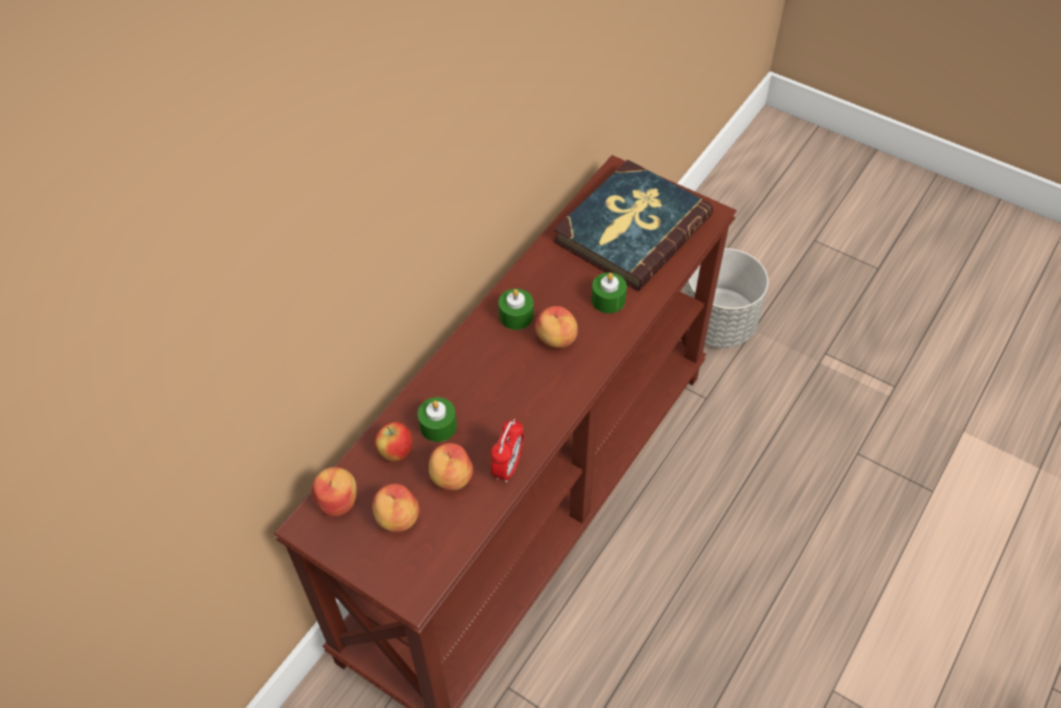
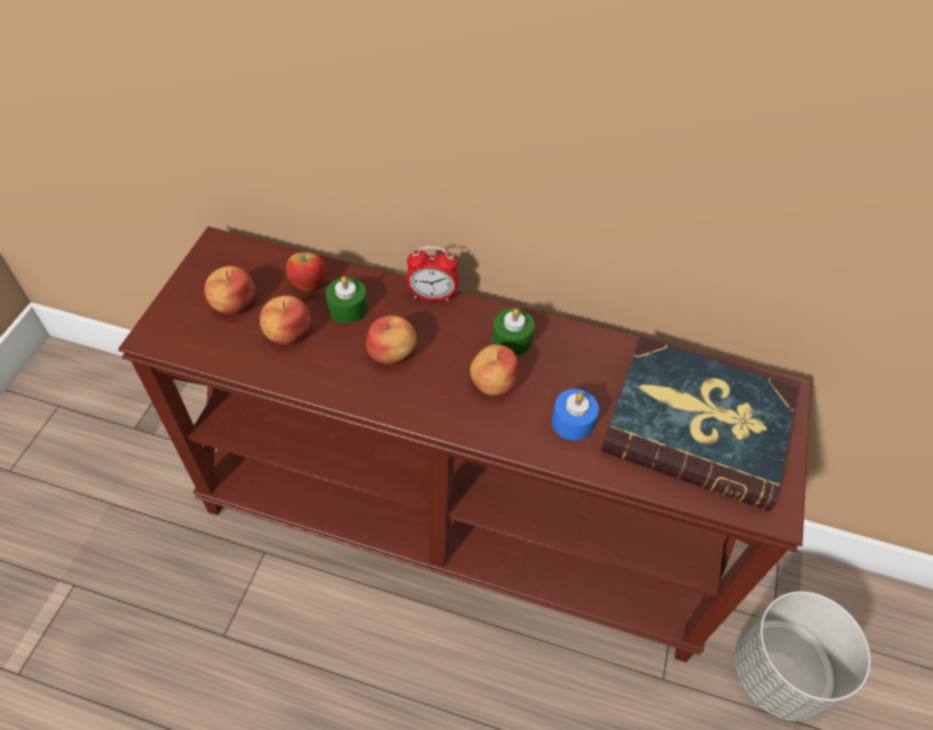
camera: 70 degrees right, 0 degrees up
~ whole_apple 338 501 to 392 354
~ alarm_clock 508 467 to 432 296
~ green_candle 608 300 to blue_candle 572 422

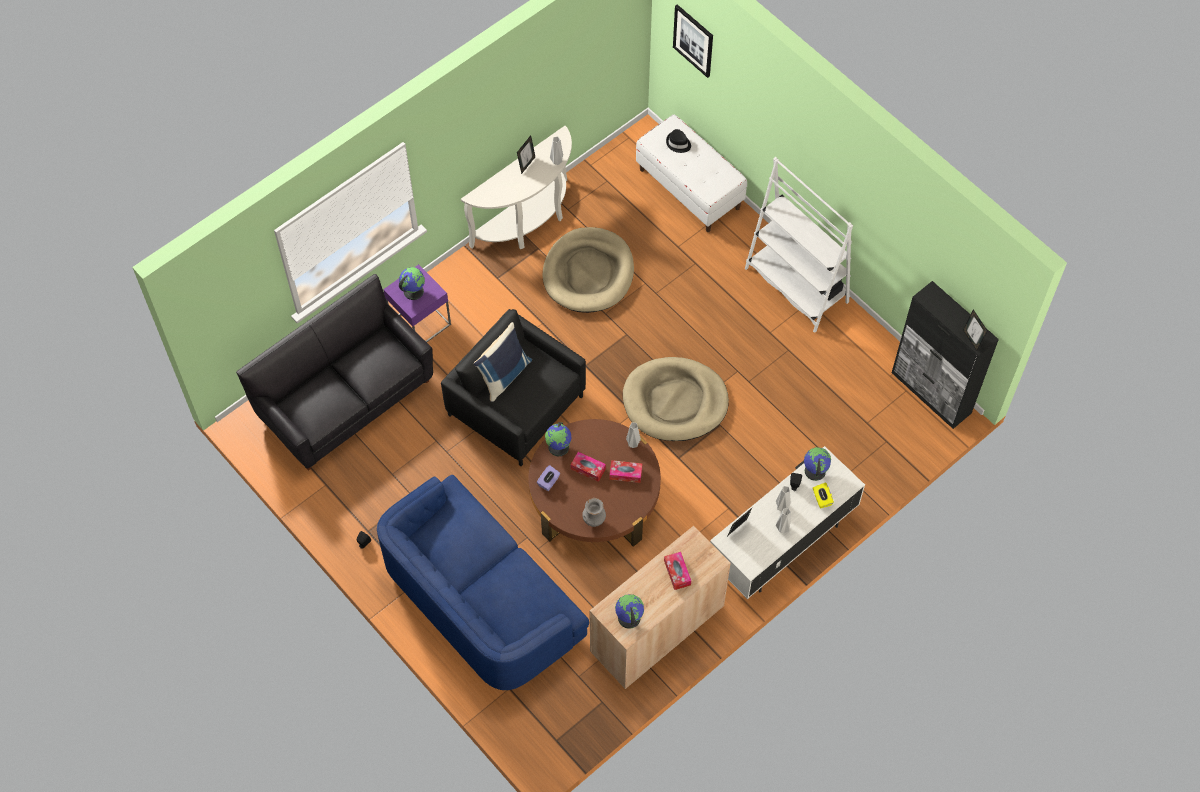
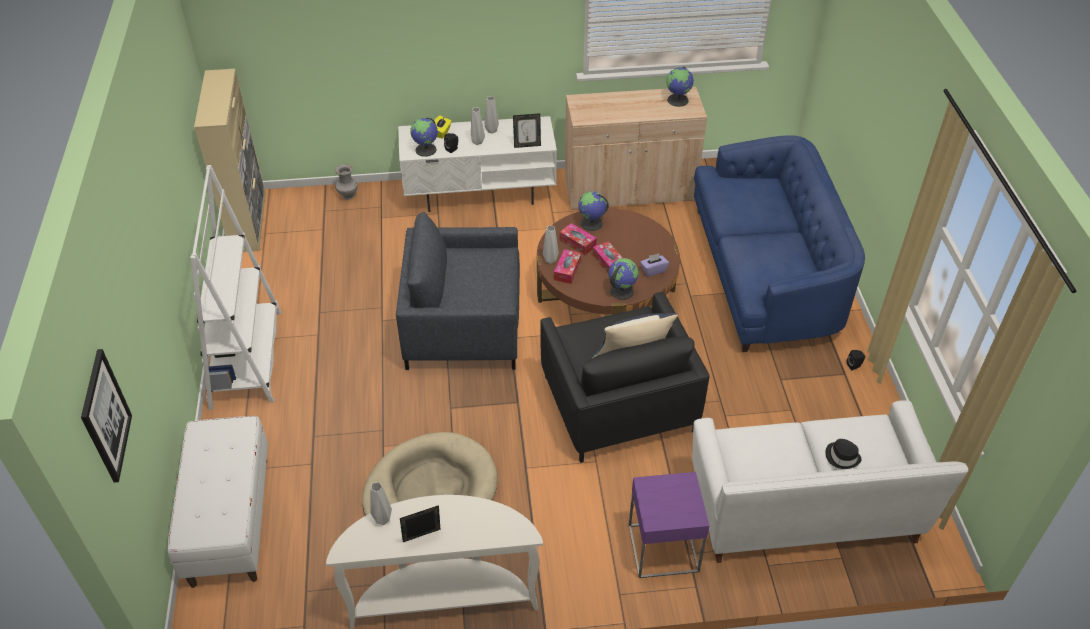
camera: 145 degrees left, 15 degrees down
- picture_frame 971 339
~ globe 413 291 to 591 224
~ gray_decorative_vase 594 521 to 348 196
~ box_of_tissues 677 573 to 567 270
~ black_hat 678 143 to 842 457
~ beige_dog_bed 675 402 to gray_armchair 463 326
~ black_settee 346 400 to white_settee 803 509
~ black_storage_cabinet 931 393 to beige_storage_cabinet 248 221

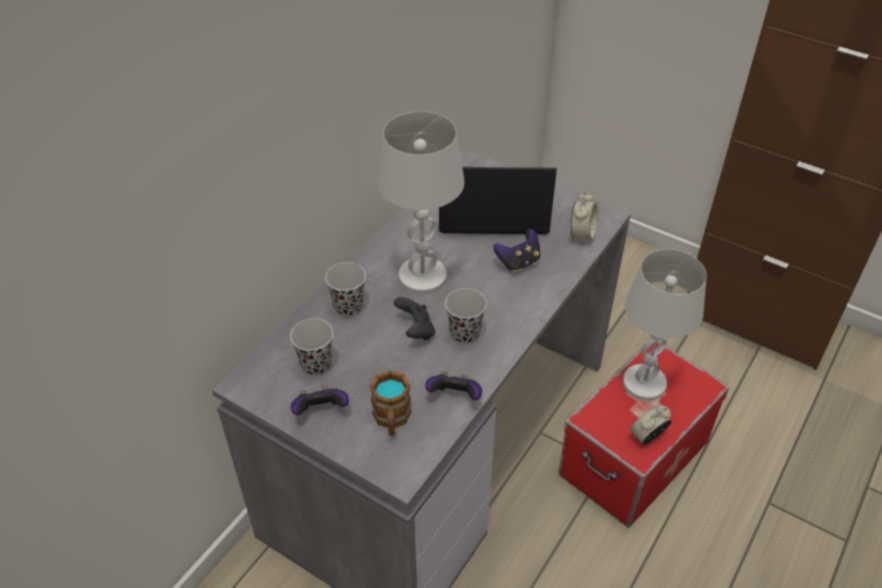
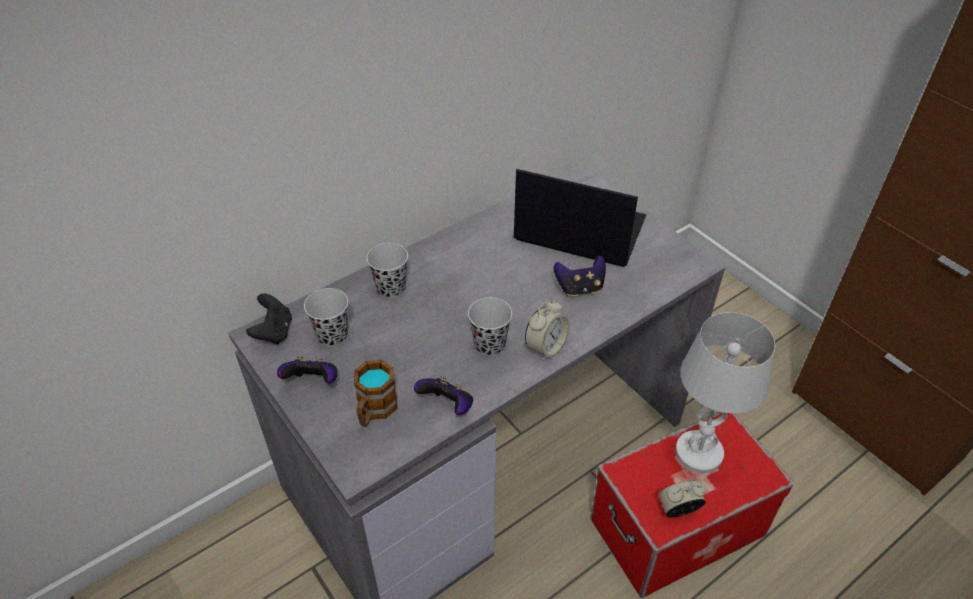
camera: 20 degrees right, 0 degrees up
- white_tabletop_lamp 422 277
~ black_joypad 416 330 to 274 332
~ alarm_clock 582 235 to 546 347

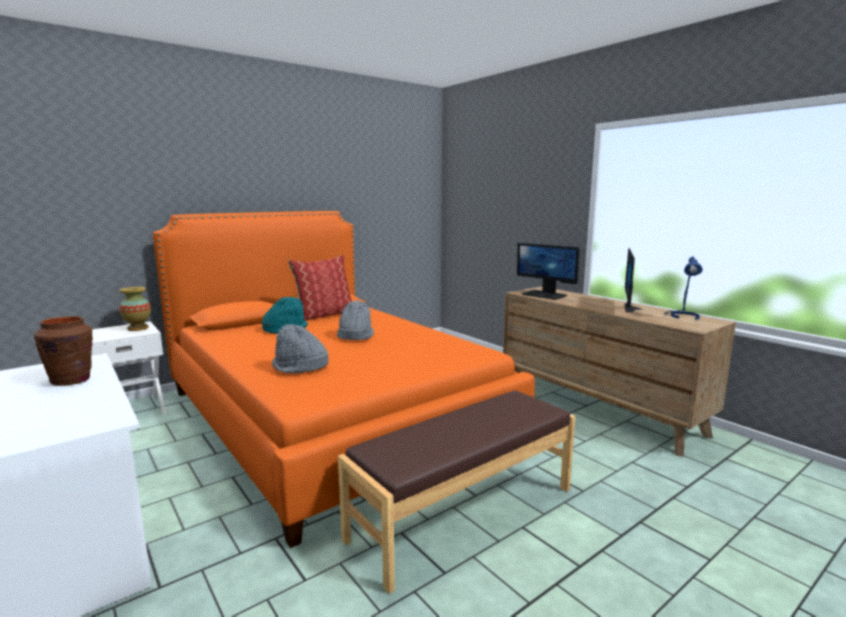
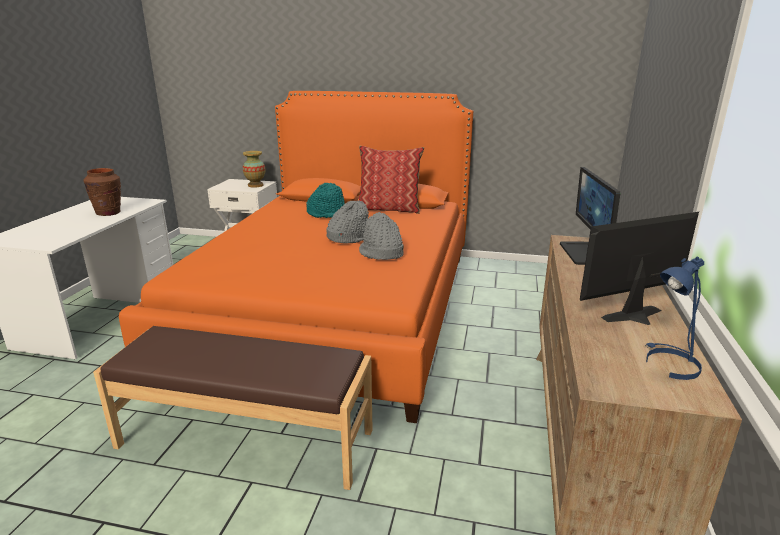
camera: 50 degrees right, 10 degrees up
~ gray_hat 300 367 to 381 253

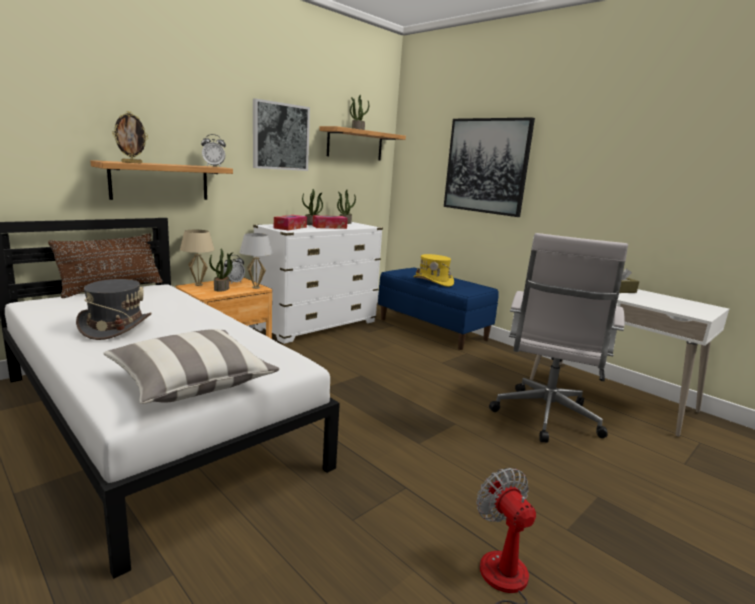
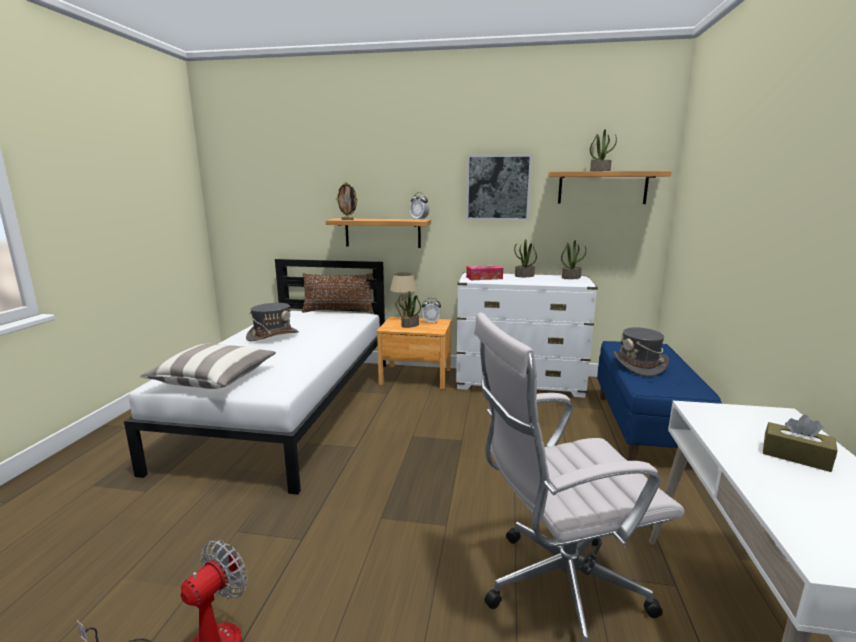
camera: 55 degrees right, 0 degrees up
- white_tabletop_lamp 256 287
- box_of_tissues 329 227
- wall_art 486 166
~ yellowish_hat 433 281 to gray_hat 639 365

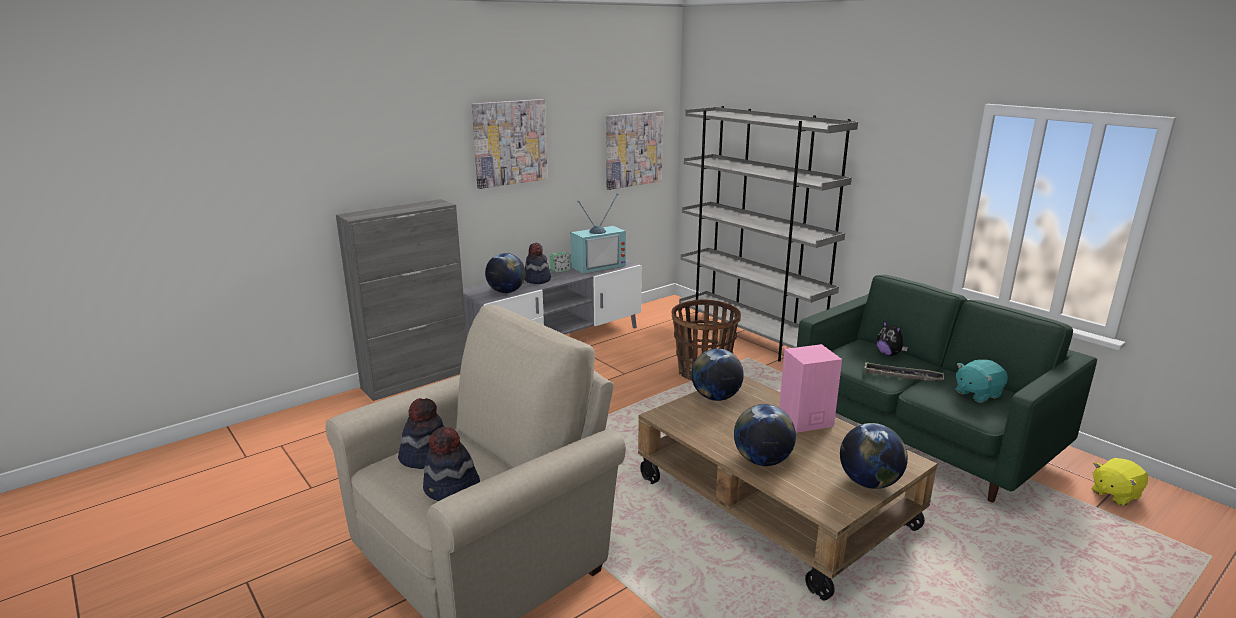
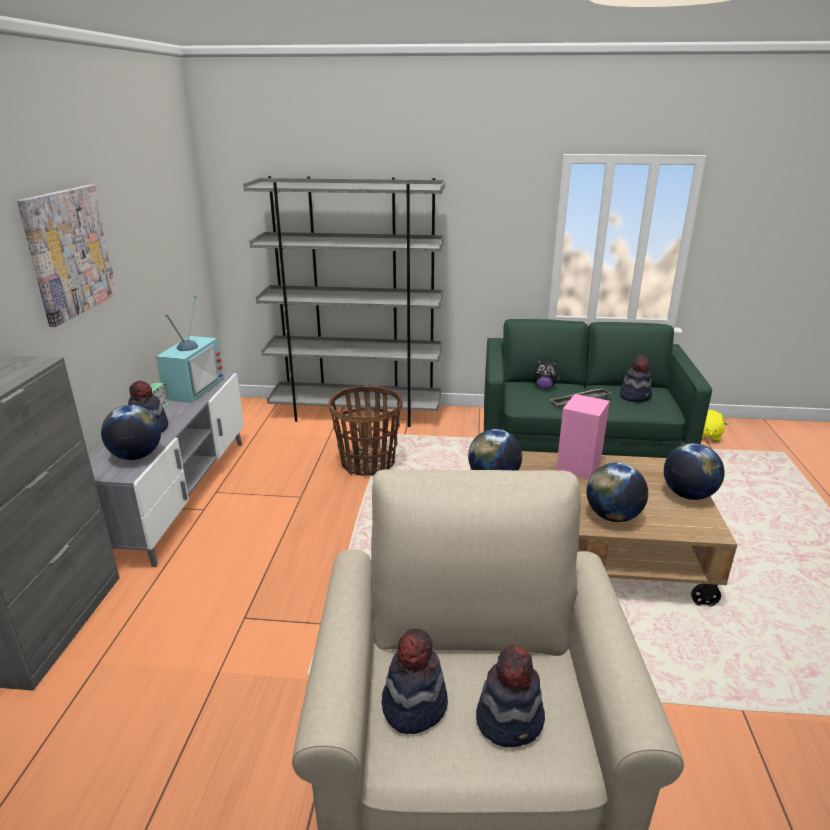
camera: 45 degrees left, 5 degrees up
- wall_art 633 149
~ turquoise_soft_toy 977 394 to hat 635 396

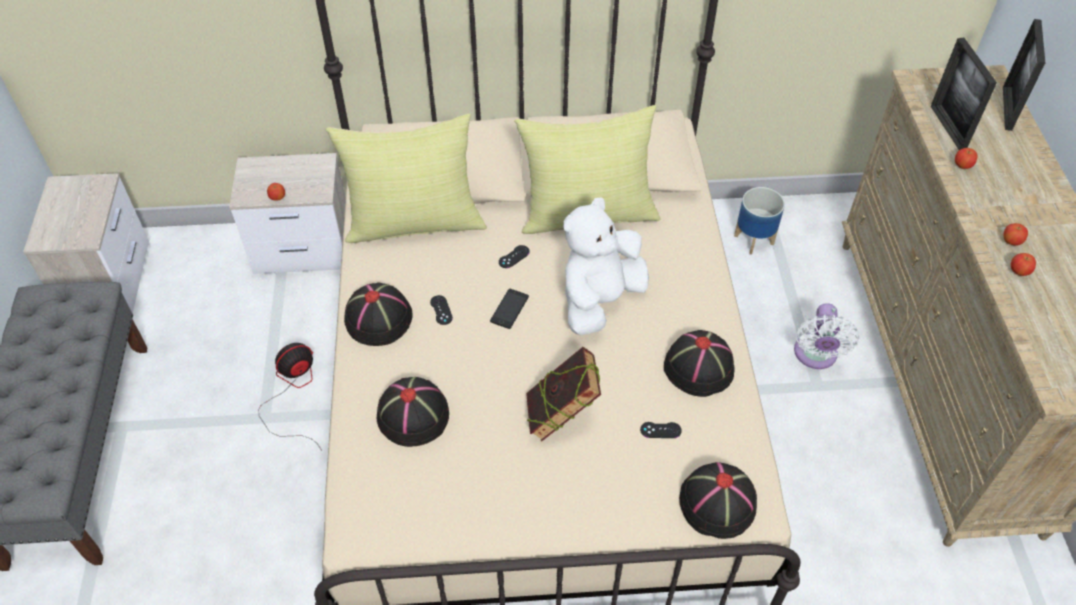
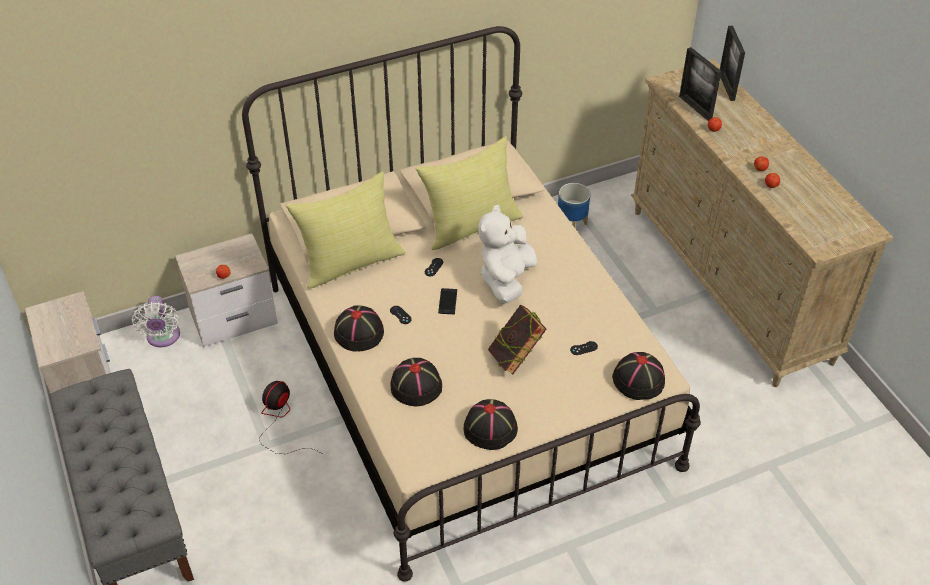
camera: 20 degrees left, 5 degrees down
~ black_hat 699 368 to 490 428
~ white_cooling_fan 815 356 to 163 338

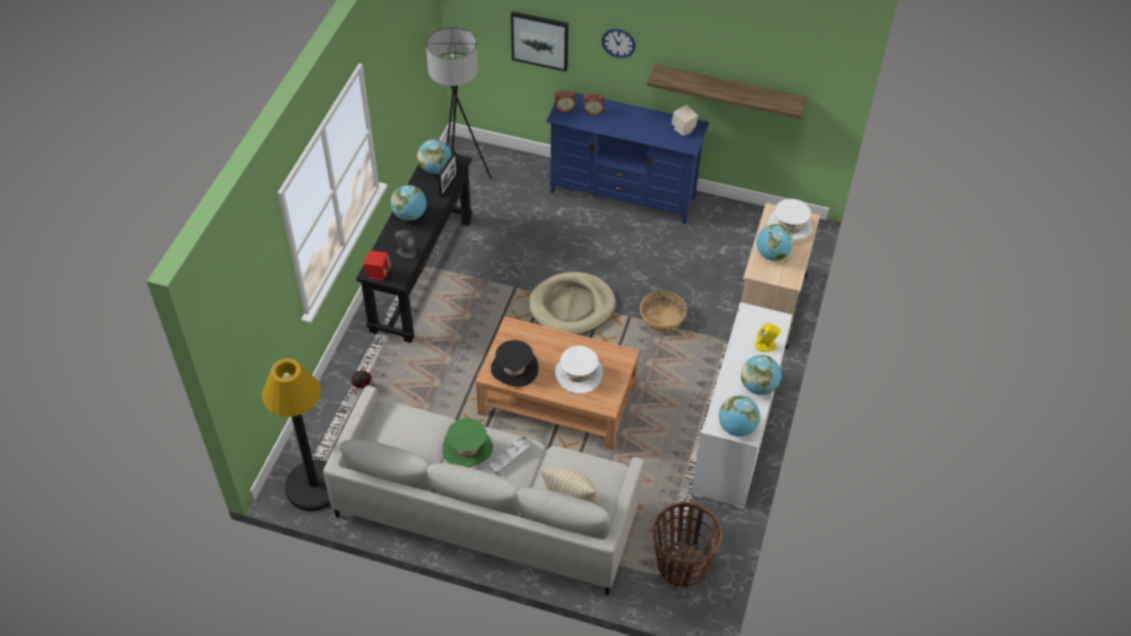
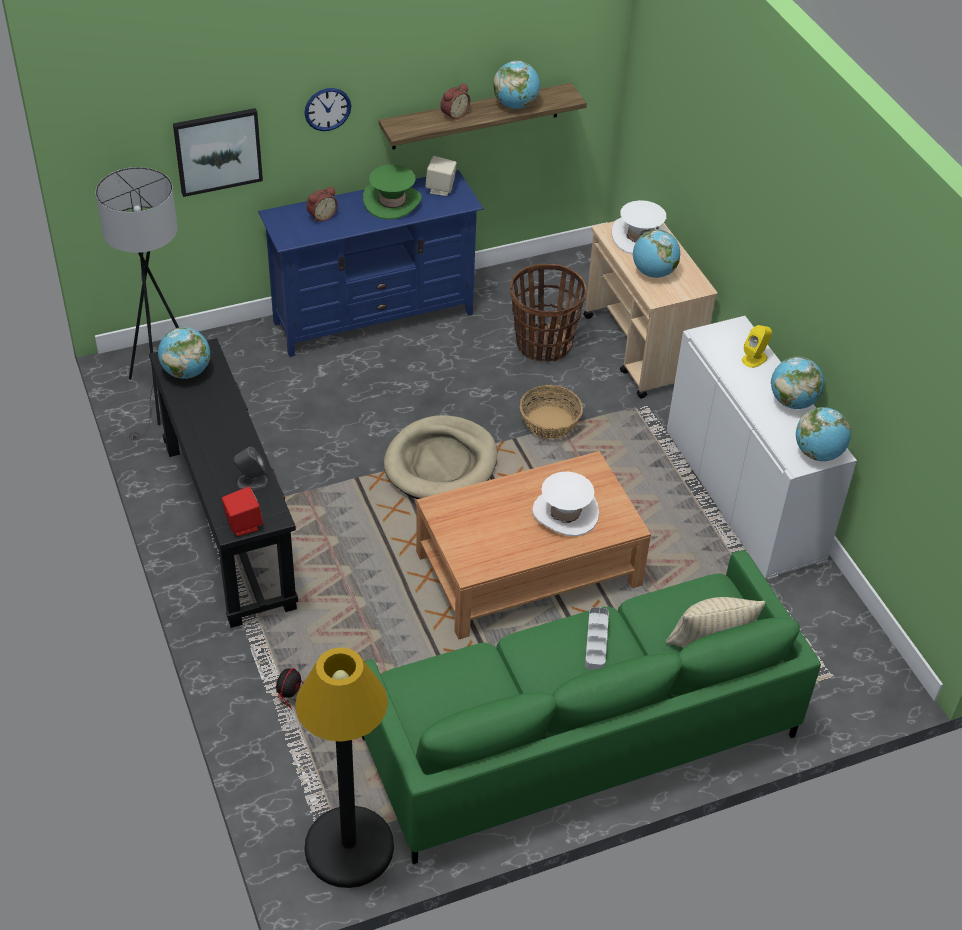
camera: 40 degrees left, 5 degrees down
- picture_frame 448 185
- black_hat 514 369
~ globe 410 215 to 515 105
~ green_hat 467 448 to 392 202
~ alarm_clock 565 108 to 453 114
~ basket 681 565 to 543 344
~ gray_settee 487 510 to green_settee 579 736

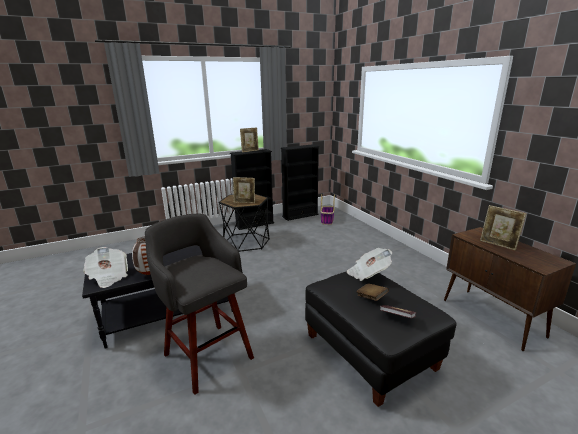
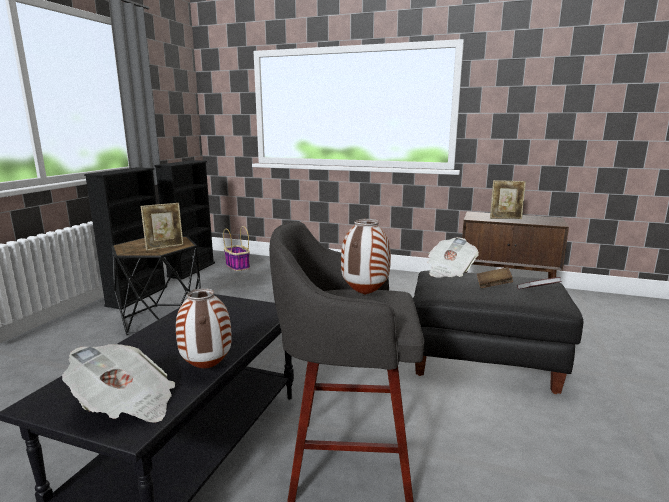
camera: 45 degrees left, 5 degrees down
- picture_frame 250 151
+ decorative_vase 365 295

